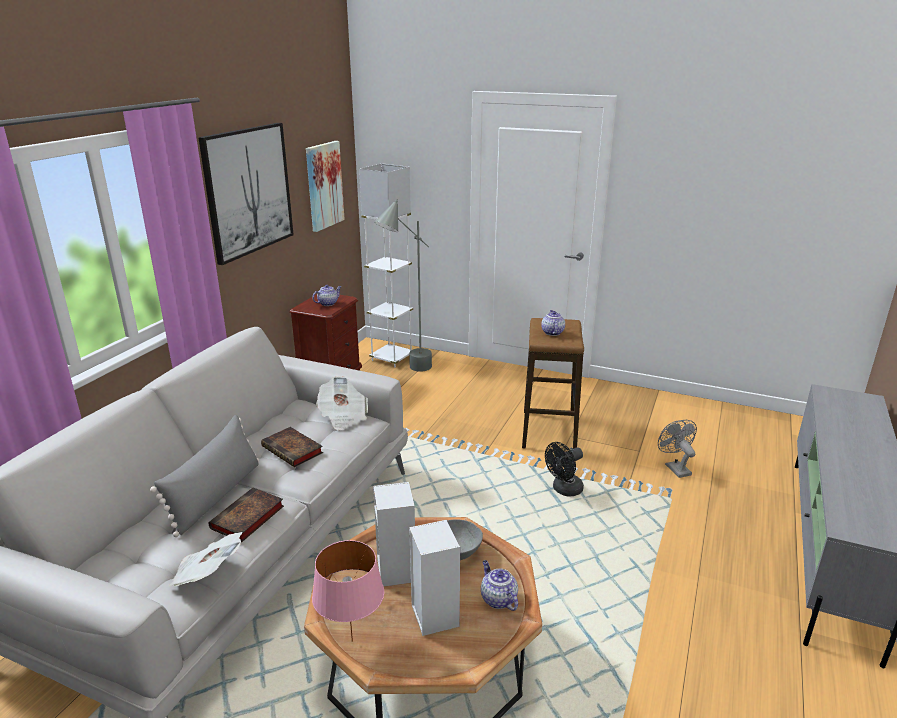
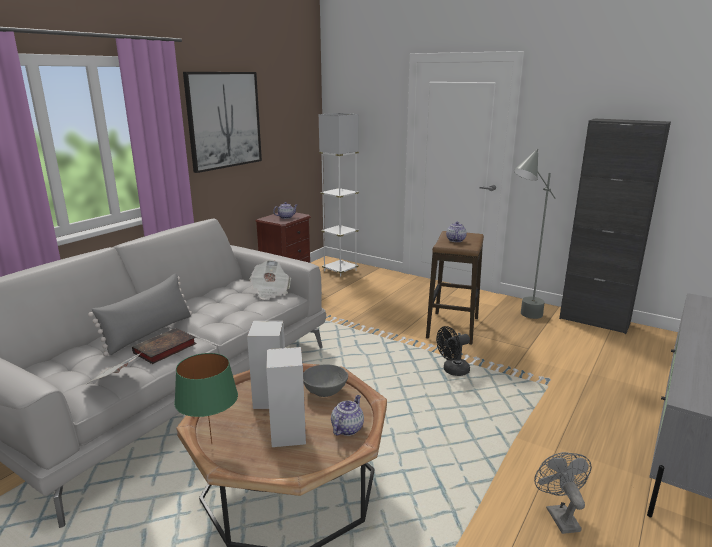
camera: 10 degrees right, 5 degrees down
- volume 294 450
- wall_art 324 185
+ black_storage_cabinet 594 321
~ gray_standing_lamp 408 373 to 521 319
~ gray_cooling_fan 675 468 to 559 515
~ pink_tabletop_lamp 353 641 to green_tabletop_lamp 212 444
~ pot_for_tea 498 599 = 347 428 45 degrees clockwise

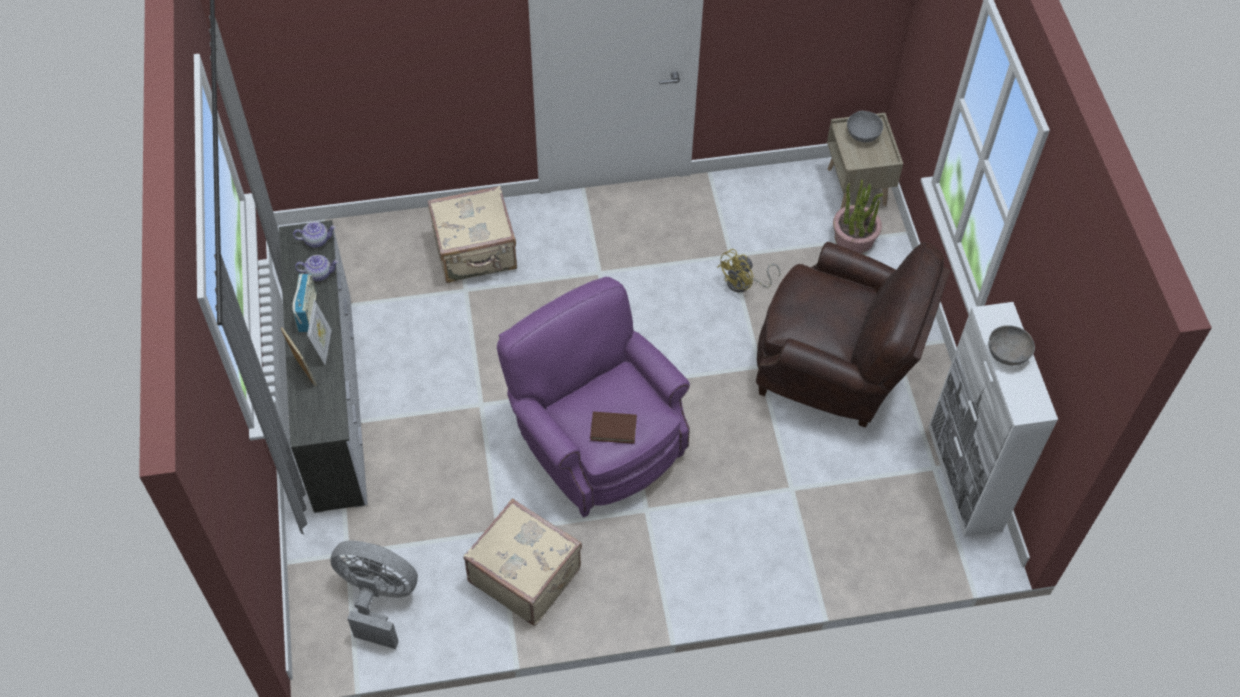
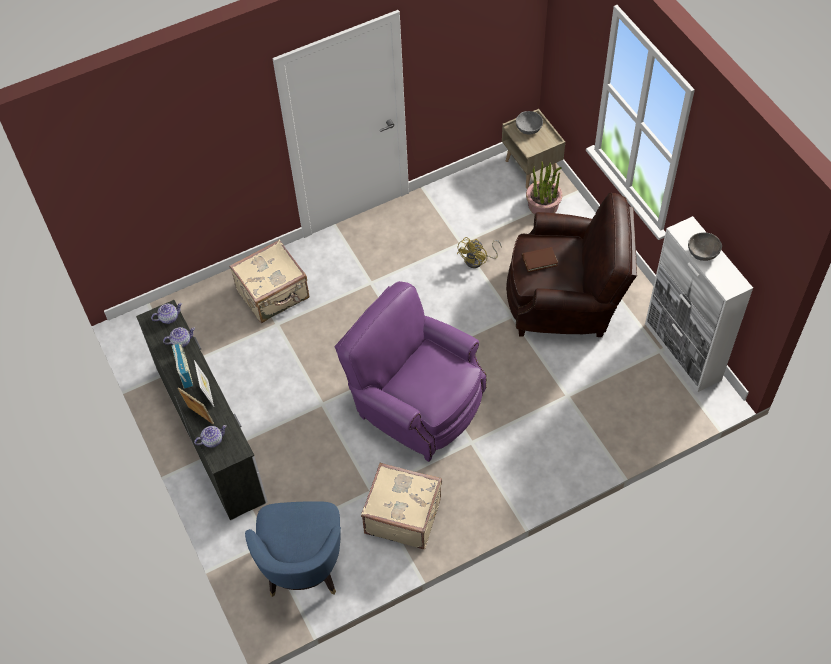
camera: 15 degrees left, 0 degrees up
+ pot_for_tea 212 440
~ brown-coloured_volume 613 428 to 539 260
~ gray_cooling_fan 378 599 to blue_armchair 303 567

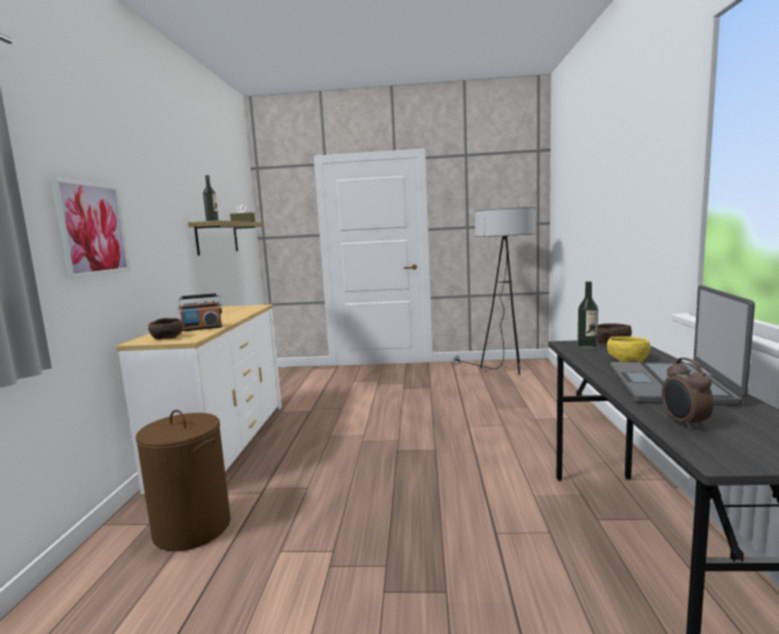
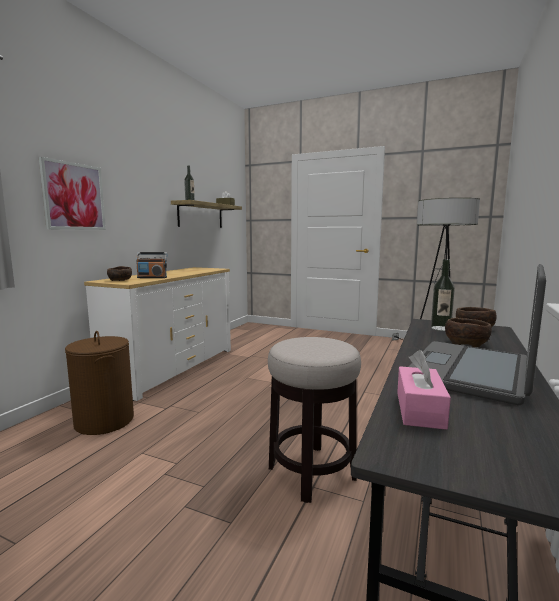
camera: 20 degrees right, 0 degrees up
+ stool_seat 311 472
~ alarm_clock 684 424 to pink_box_of_tissues 420 409
~ yellowish_bowl 627 359 to brown-coloured_bowl 465 343

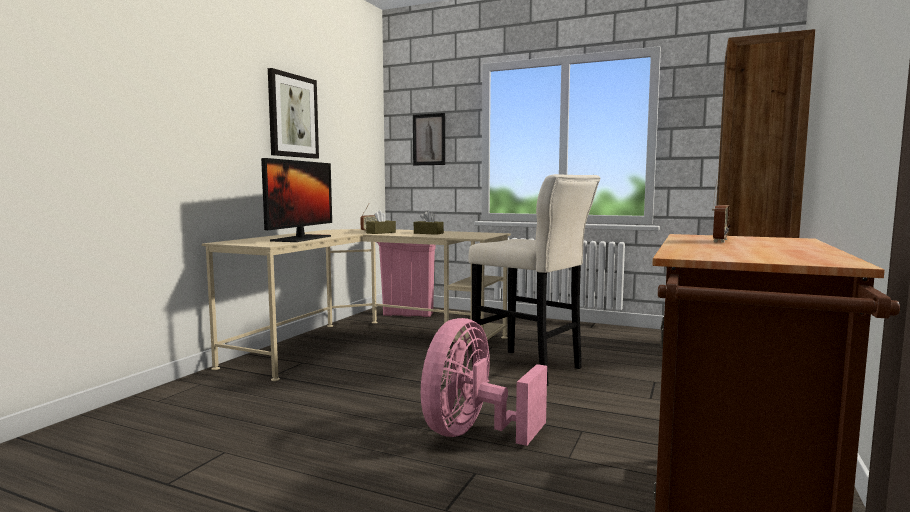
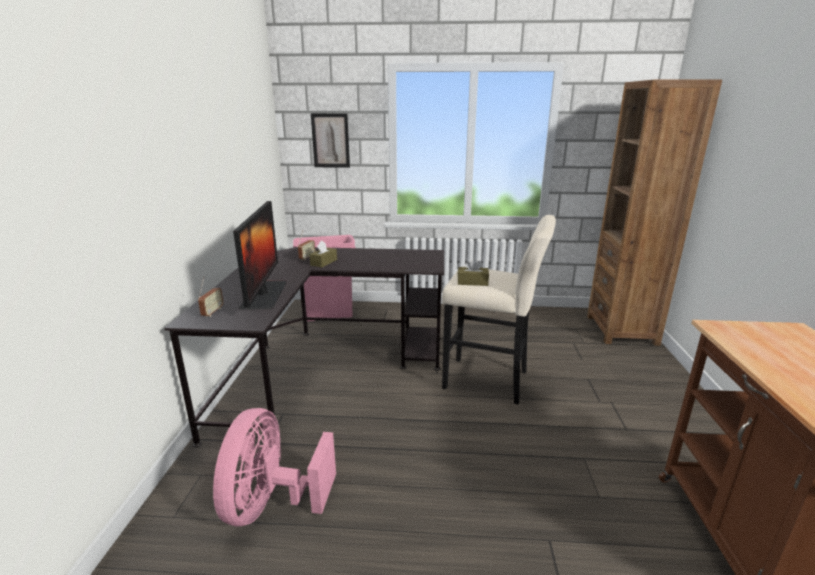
camera: 20 degrees left, 15 degrees up
- wall_art 292 116
~ brown-coloured_box_of_tissues 428 233 to 472 282
~ pink_cooling_fan 473 433 to 272 504
~ radio_receiver 719 240 to 212 312
~ beige_desk 366 343 to black_desk 322 369

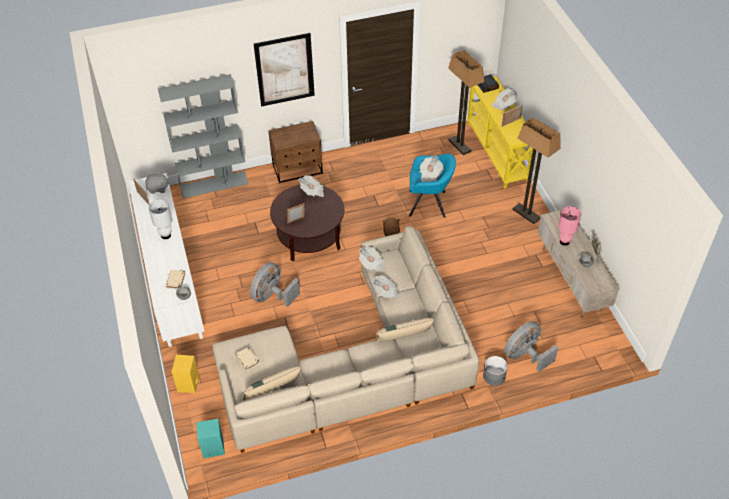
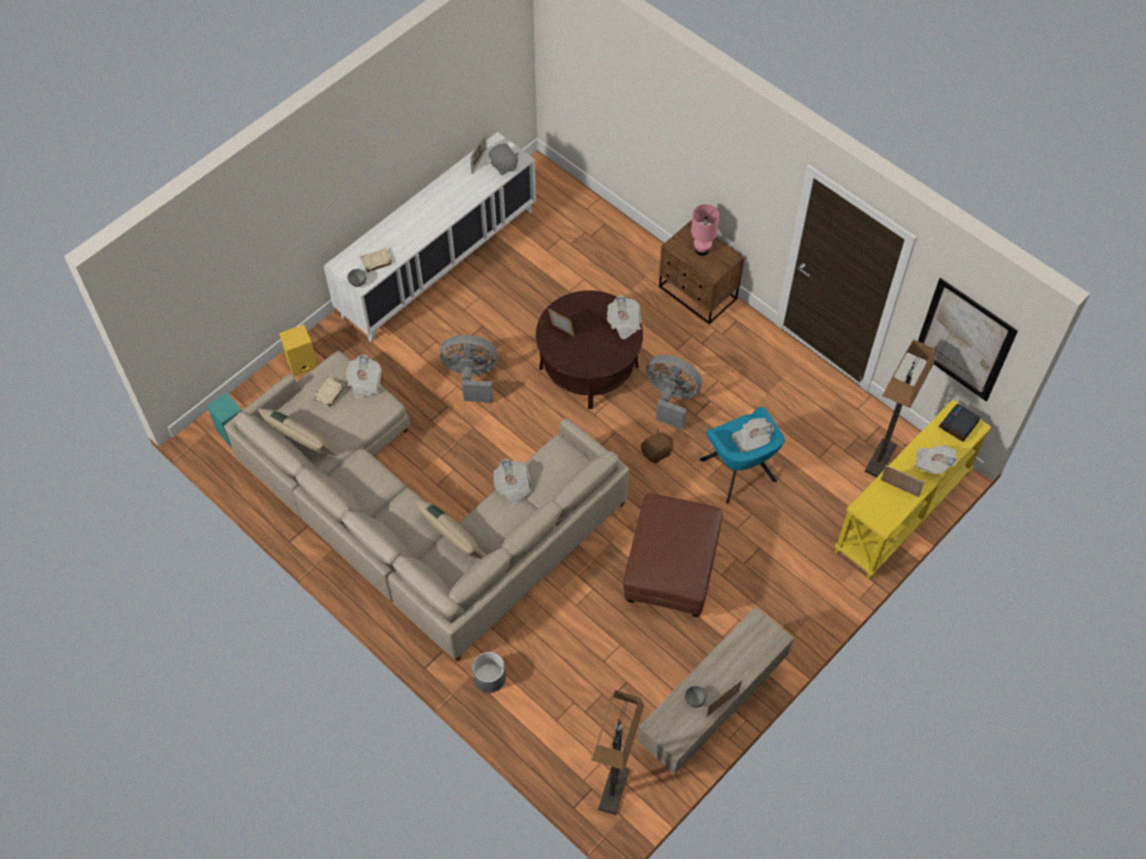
camera: 60 degrees right, 10 degrees up
- white_tabletop_lamp 165 235
- gray_bookcase 214 184
+ brown-coloured_pouffe 671 570
~ wall_art 285 70 to 964 340
~ daily_paper 372 264 to 364 383
~ gray_cooling_fan 525 356 to 671 399
~ standing_lamp 526 214 to 614 790
~ pink_tabletop_lamp 564 242 to 701 250

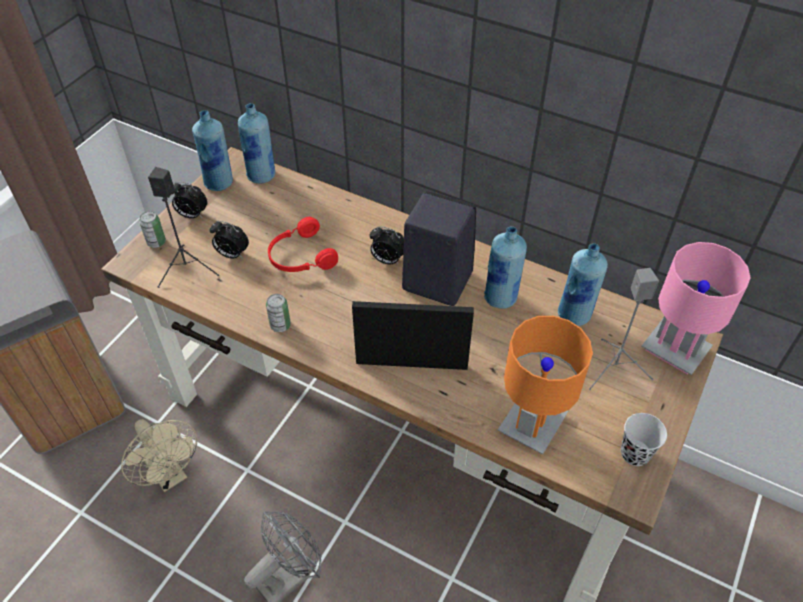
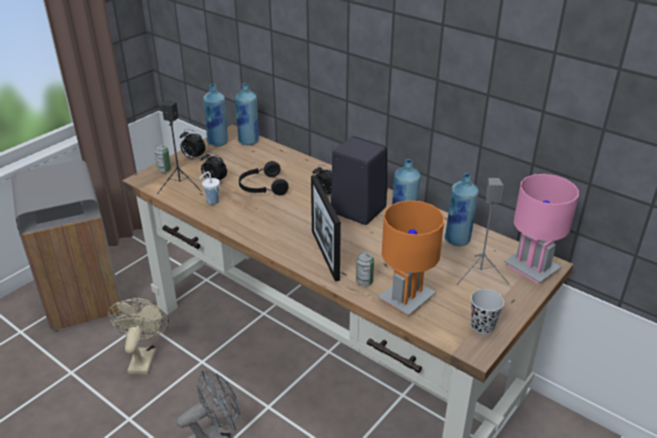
camera: 10 degrees right, 15 degrees down
+ white_small_cup 212 201
~ sealed_can 280 325 to 364 282
~ red_headphones 300 257 to black_headphones 262 187
~ beige_cooling_fan 170 475 = 143 357 150 degrees counterclockwise
~ picture_frame 411 364 = 325 254 120 degrees counterclockwise

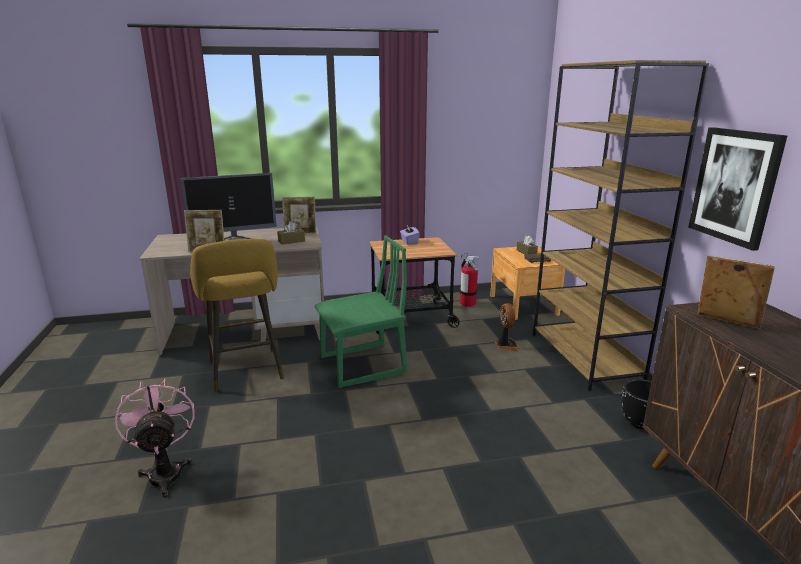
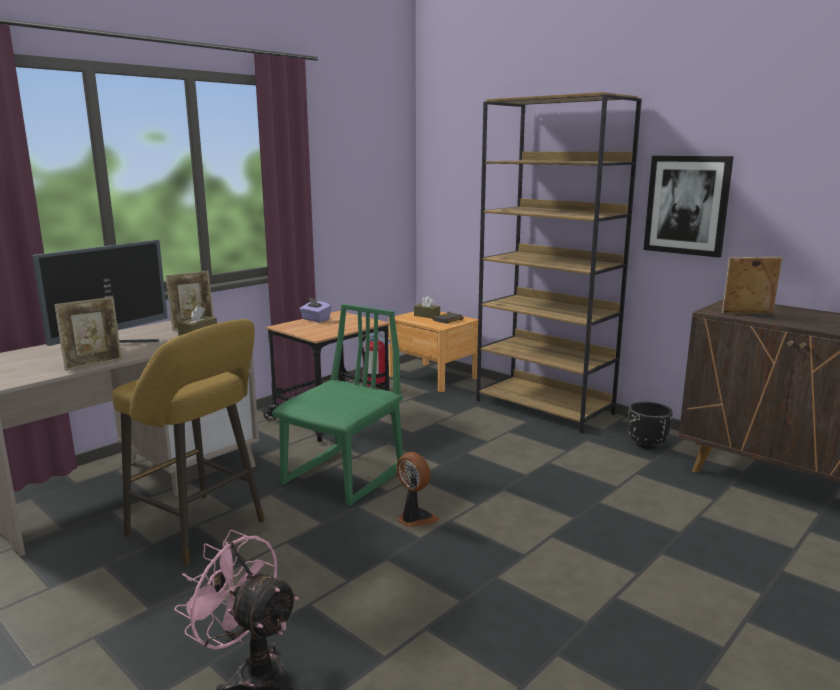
camera: 35 degrees left, 5 degrees down
~ cooling_fan 506 345 to 414 519

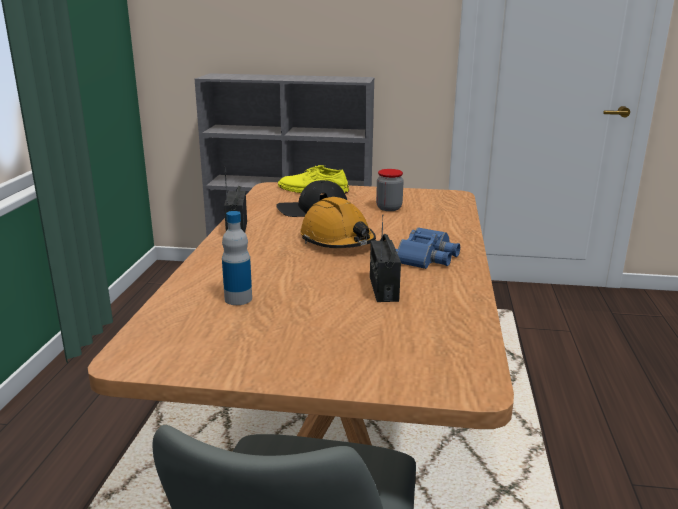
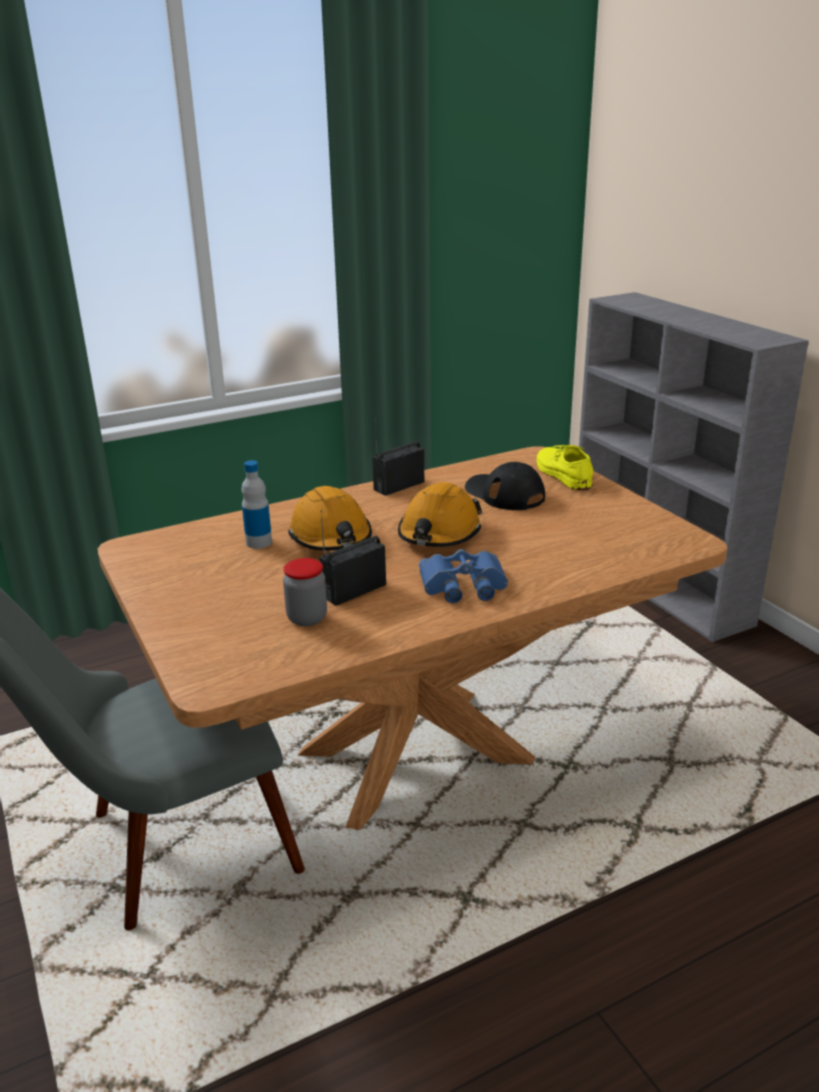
camera: 55 degrees right, 5 degrees up
+ orange_hard_hat 331 537
~ preserve_jar 389 208 to 307 618

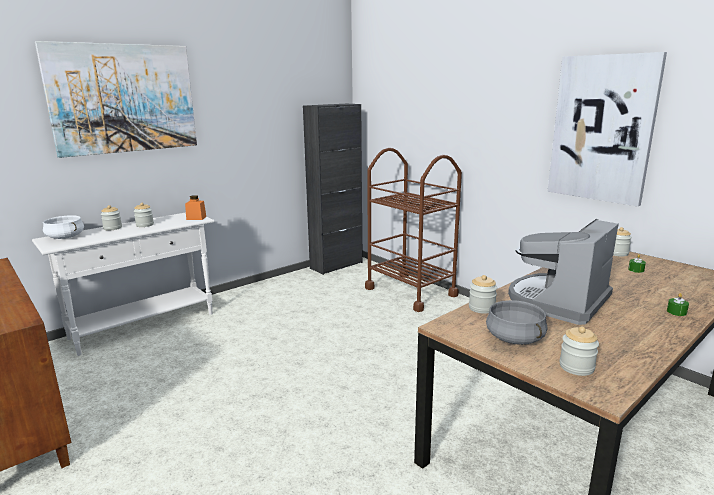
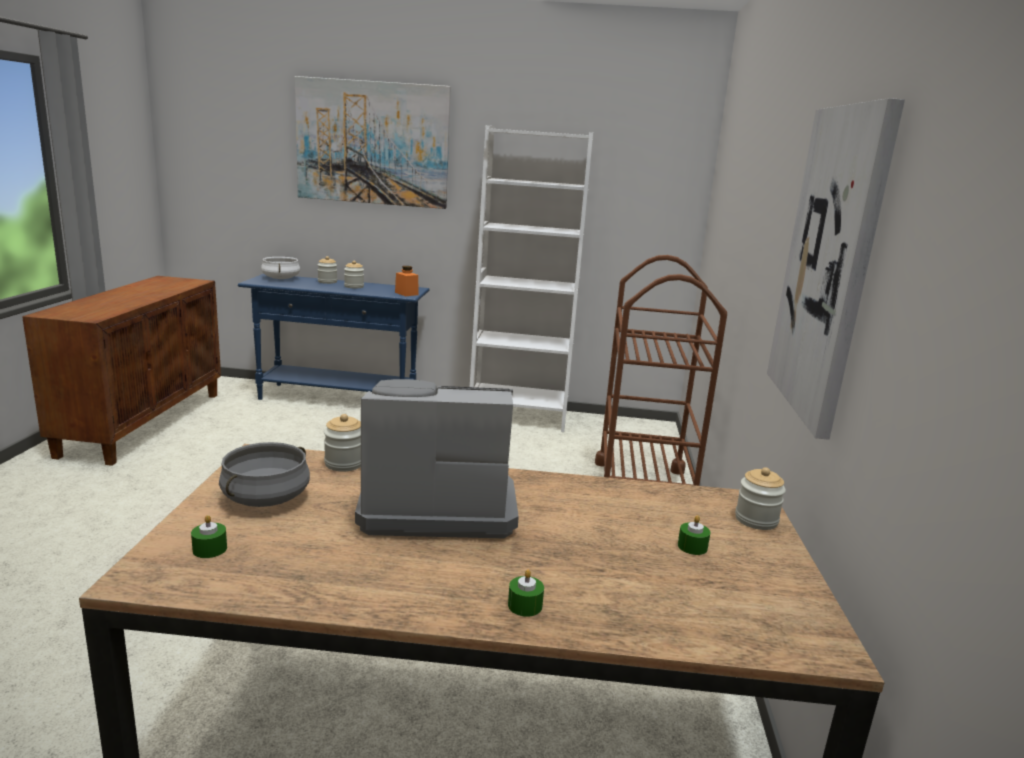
camera: 45 degrees right, 0 degrees up
- black_storage_cabinet 336 265
+ white_bookcase 518 417
~ preserve_jar 576 367 to green_candle 210 549
~ white_narrow_table 144 326 to blue_narrow_table 338 399

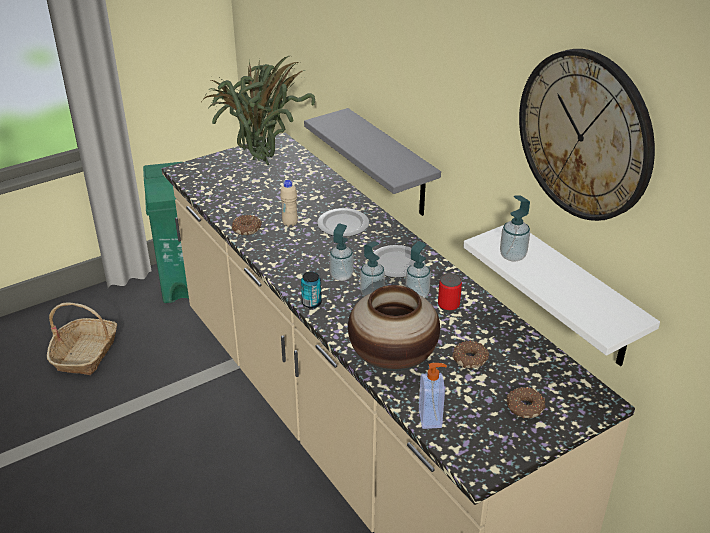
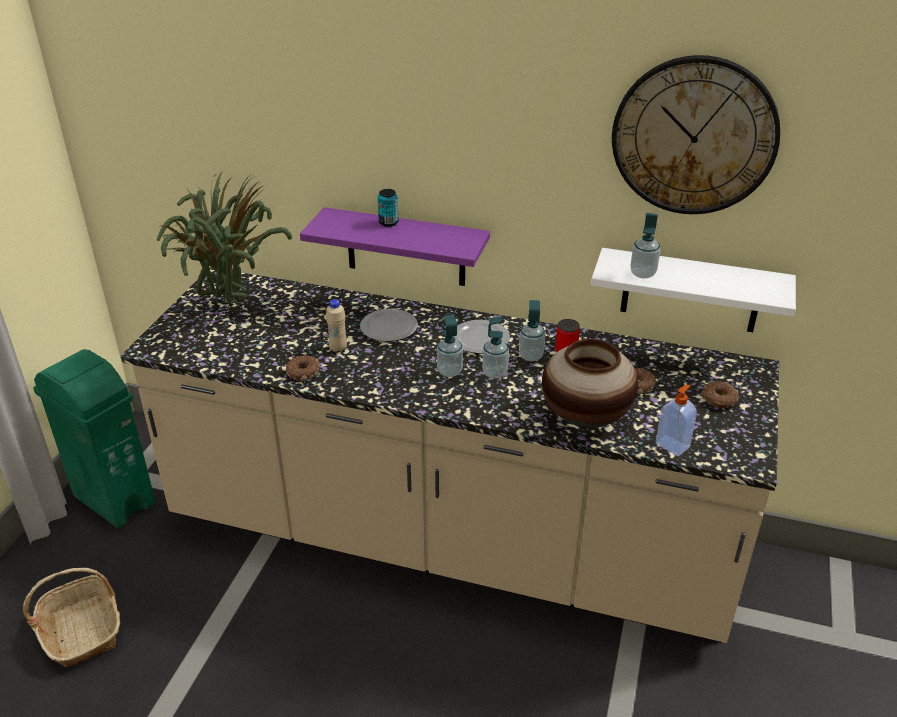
camera: 40 degrees left, 0 degrees up
~ sealed_can 311 303 to 388 222
~ gray_bracket_shelf 391 164 to purple-coloured_bracket_shelf 406 247

